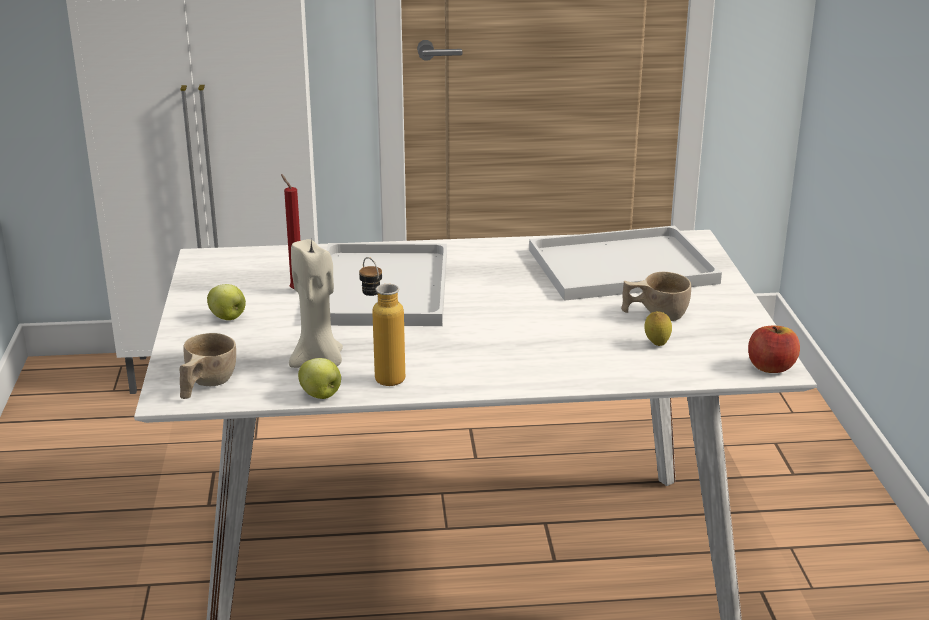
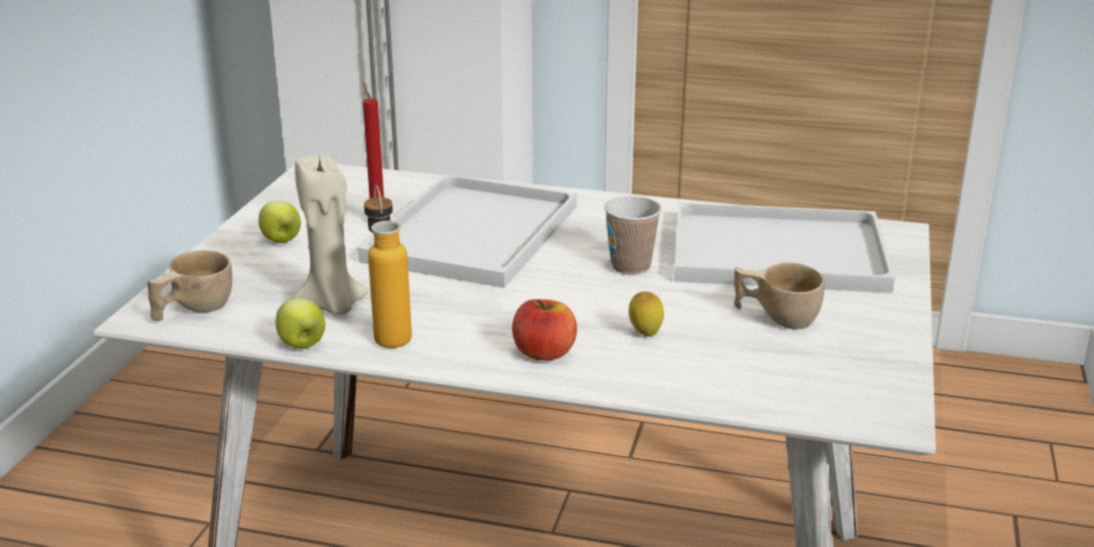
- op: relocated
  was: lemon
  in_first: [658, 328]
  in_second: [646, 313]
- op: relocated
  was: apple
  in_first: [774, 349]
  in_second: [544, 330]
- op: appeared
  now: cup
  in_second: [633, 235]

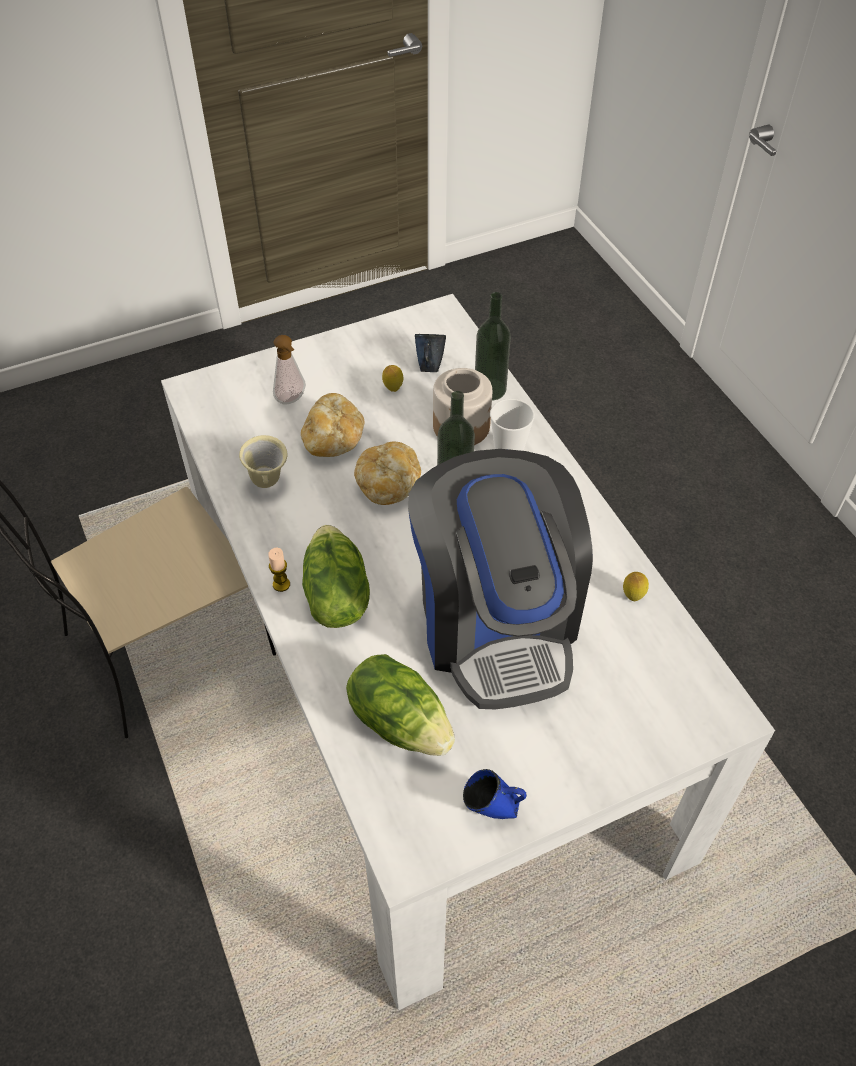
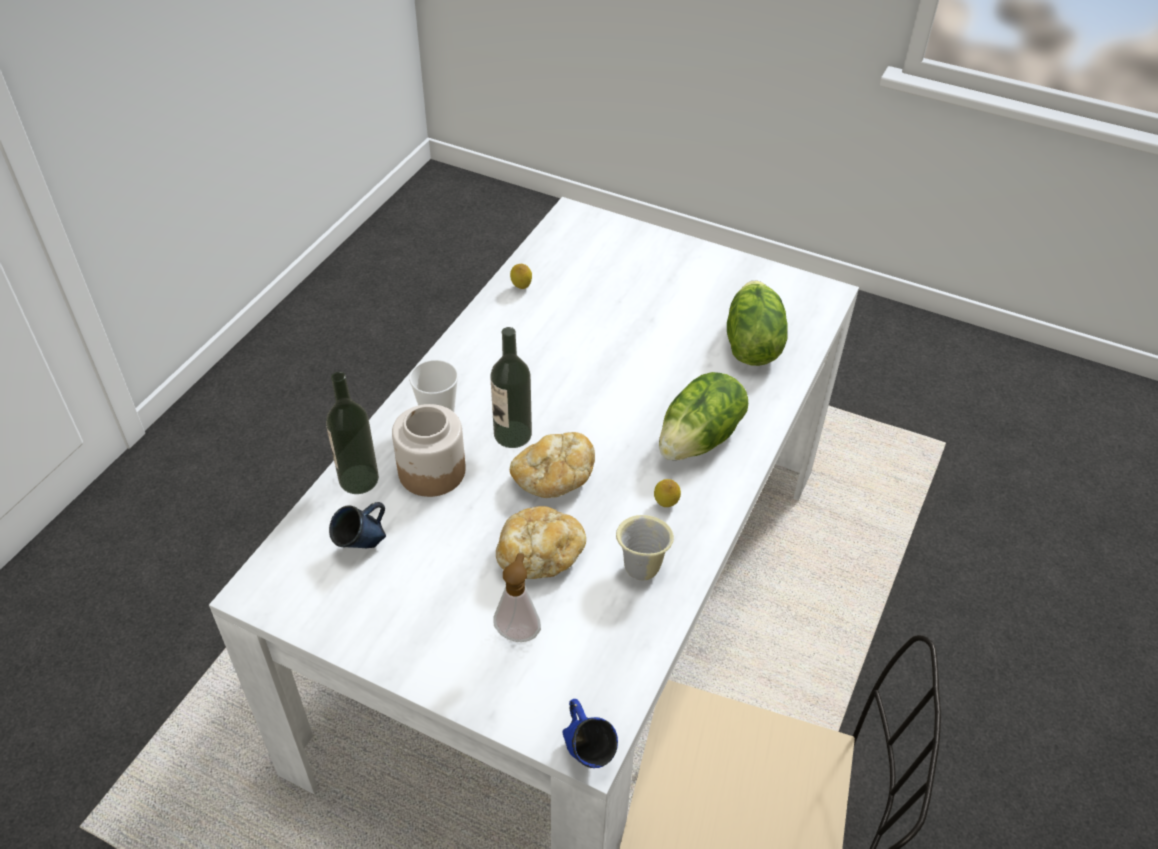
- op: relocated
  was: lemon
  in_first: [392, 378]
  in_second: [667, 493]
- op: missing
  was: coffee machine
  in_first: [500, 579]
- op: missing
  was: candle
  in_first: [279, 570]
- op: relocated
  was: blue mug
  in_first: [495, 794]
  in_second: [590, 733]

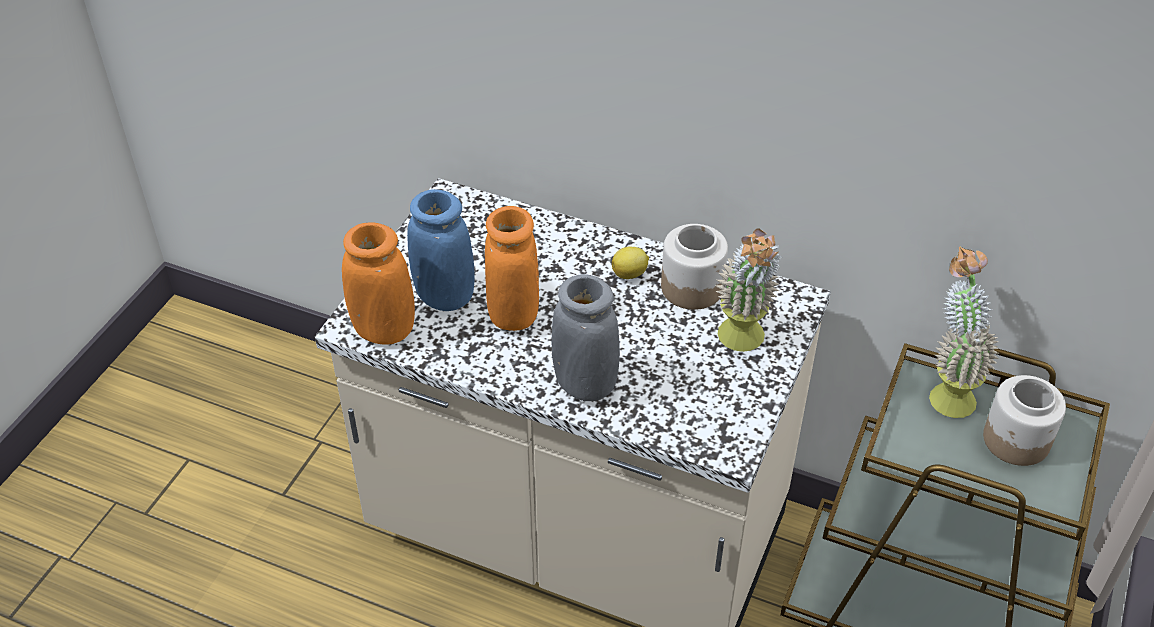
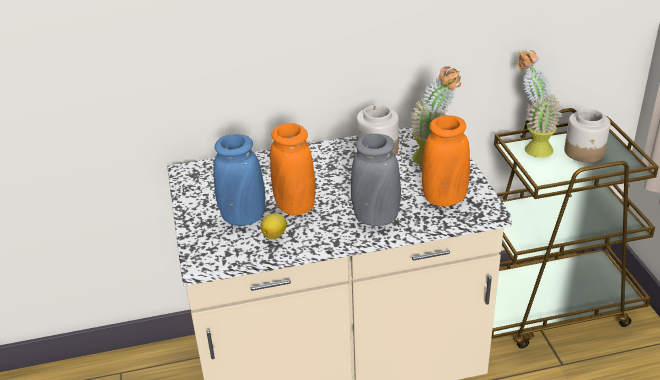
- op: relocated
  was: orange vase
  in_first: [378, 283]
  in_second: [446, 160]
- op: relocated
  was: lemon
  in_first: [630, 263]
  in_second: [274, 226]

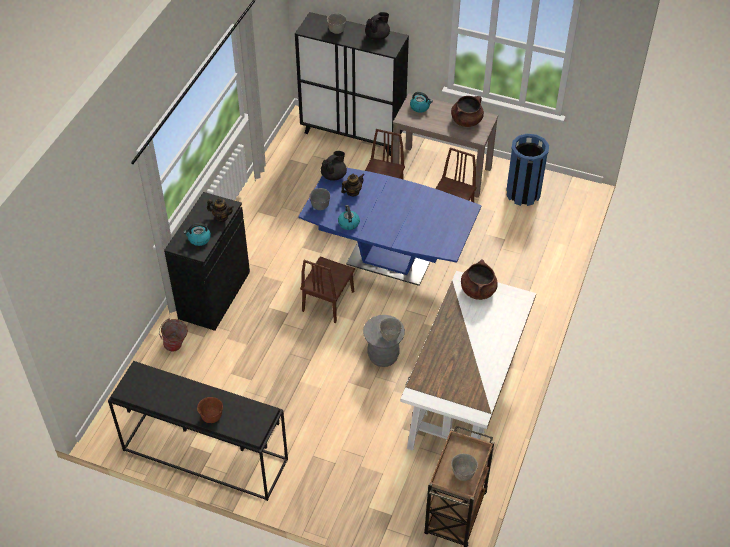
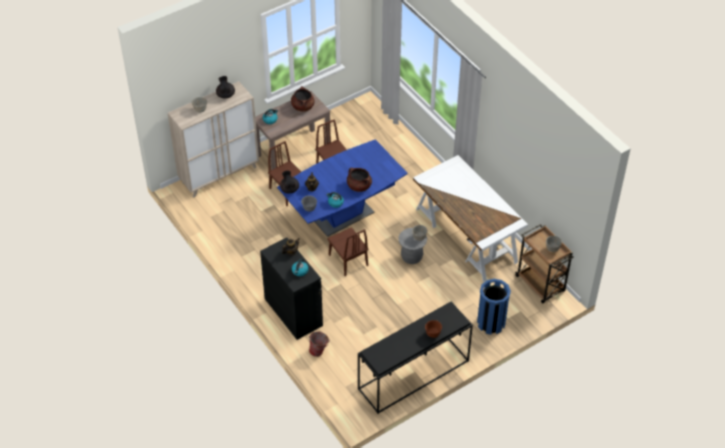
- op: colour
  was: black cabinet
  now: beige cabinet
  in_first: [352, 84]
  in_second: [213, 139]
- op: relocated
  was: blue trash can
  in_first: [527, 170]
  in_second: [494, 307]
- op: relocated
  was: brown cooking pot
  in_first: [479, 279]
  in_second: [359, 180]

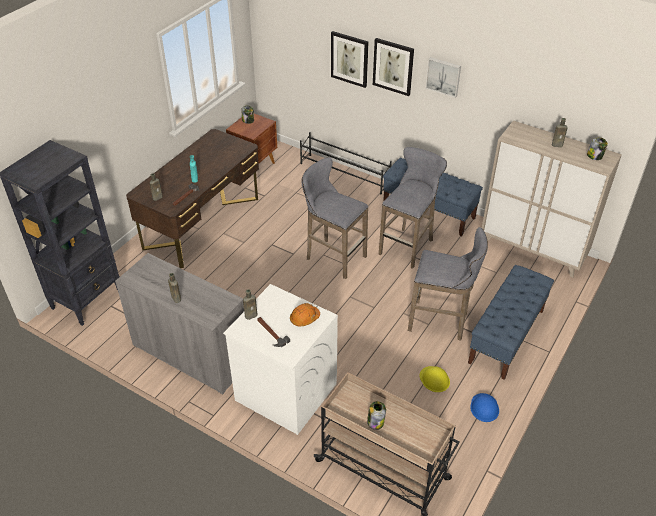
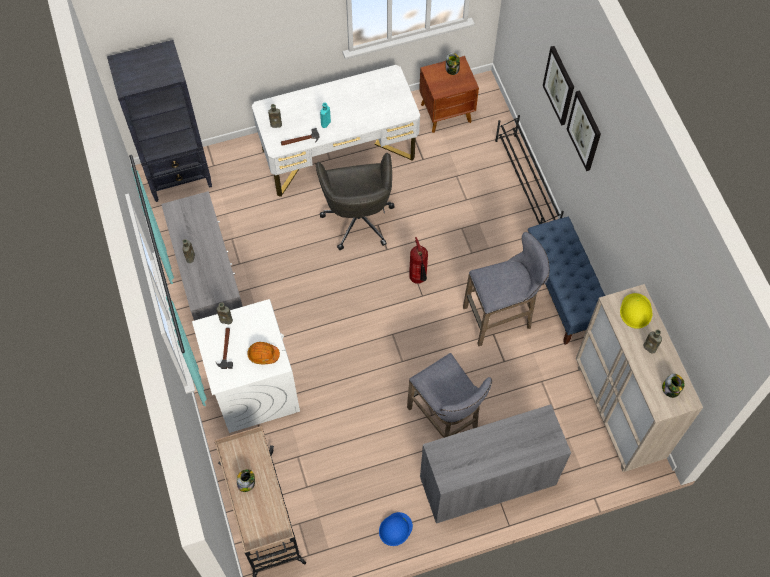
- op: missing
  was: picture
  in_first: [443, 77]
- op: colour
  was: brown desk
  now: white desk
  in_first: [192, 198]
  in_second: [336, 131]
- op: exchanged
  was: grey stool
  now: fire extinguisher
  in_first: [335, 218]
  in_second: [418, 260]
- op: exchanged
  was: blue bench
  now: grey cabinet
  in_first: [511, 322]
  in_second: [495, 464]
- op: relocated
  was: yellow hard hat
  in_first: [435, 379]
  in_second: [636, 311]
- op: appeared
  now: grey office chair
  in_second: [355, 201]

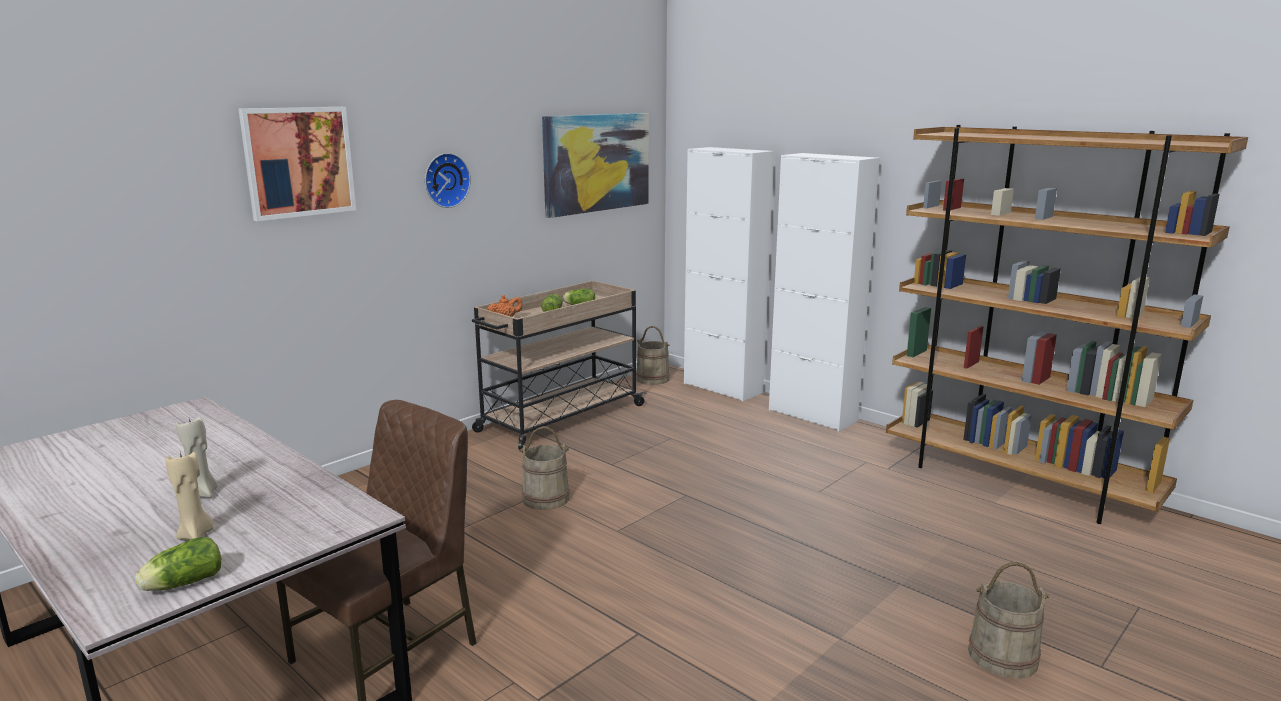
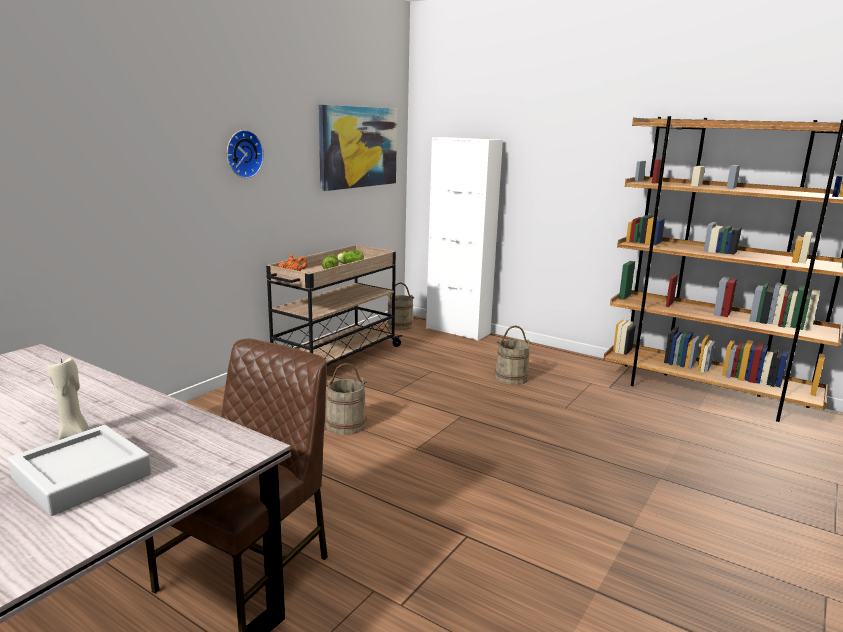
- op: missing
  was: picture
  in_first: [297, 164]
- op: missing
  was: white cabinet
  in_first: [824, 292]
- op: exchanged
  was: beige candle
  now: grey tray
  in_first: [190, 496]
  in_second: [80, 470]
- op: missing
  was: lettuce
  in_first: [178, 564]
- op: relocated
  was: beige bucket
  in_first: [1009, 620]
  in_second: [513, 355]

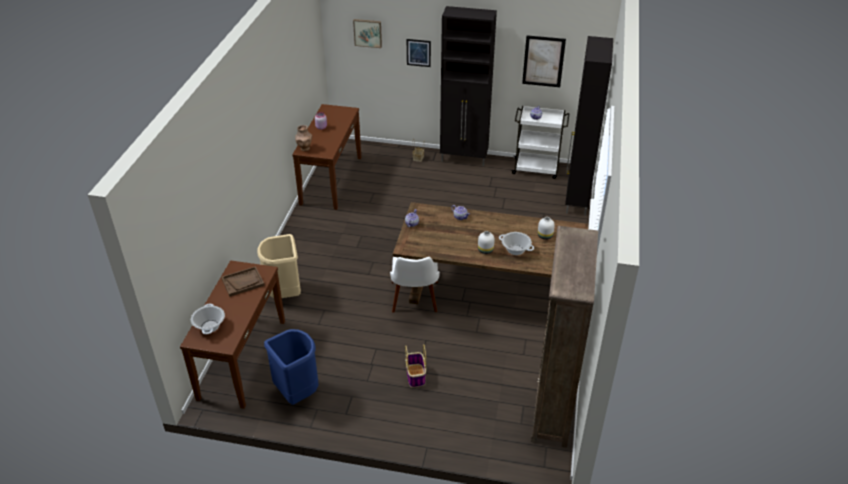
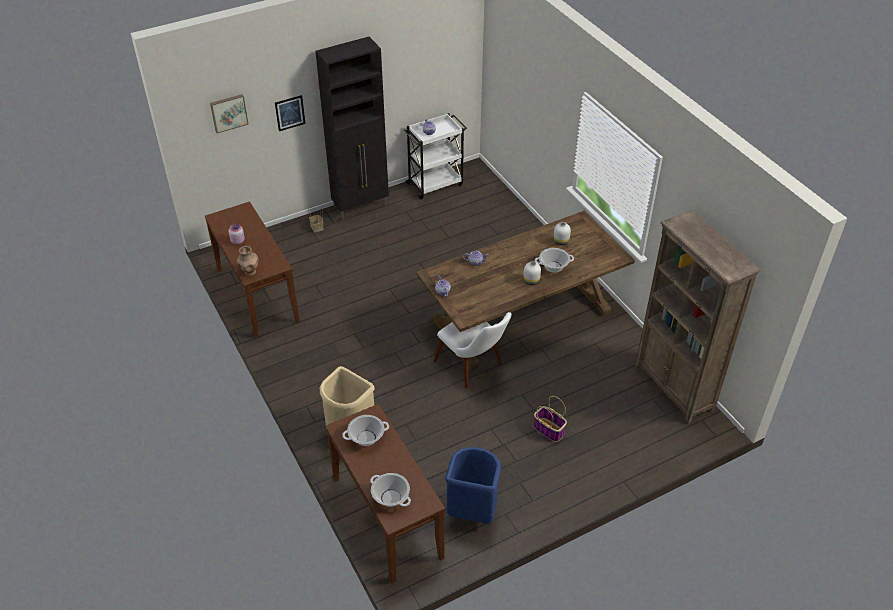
- op: missing
  was: picture
  in_first: [544, 61]
- op: missing
  was: black cabinet
  in_first: [589, 126]
- op: exchanged
  was: brown tray
  now: cooking pot
  in_first: [243, 281]
  in_second: [365, 430]

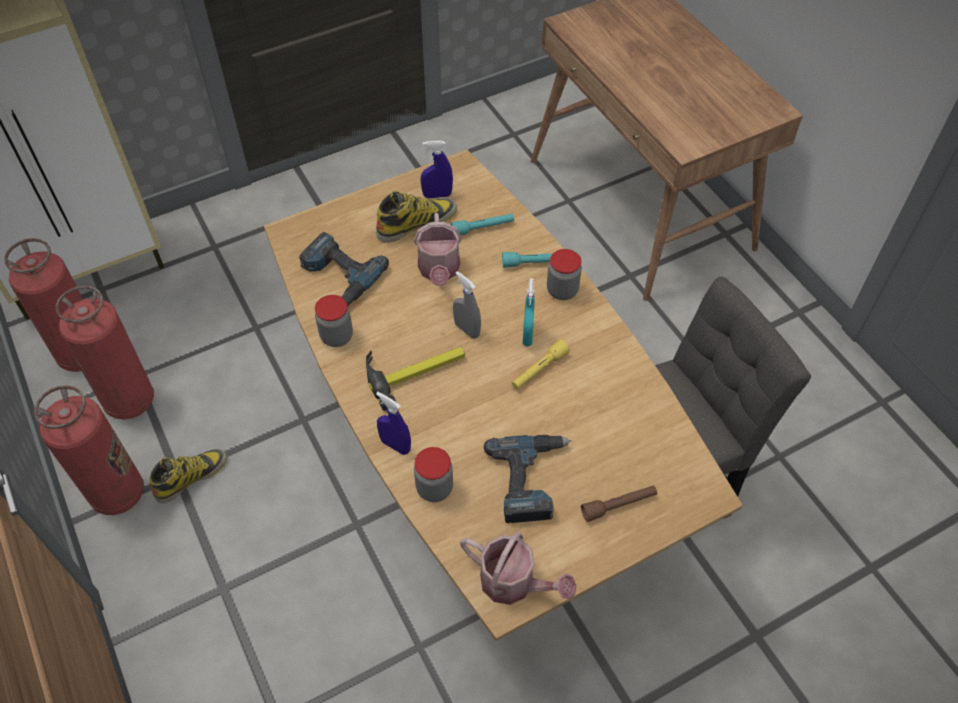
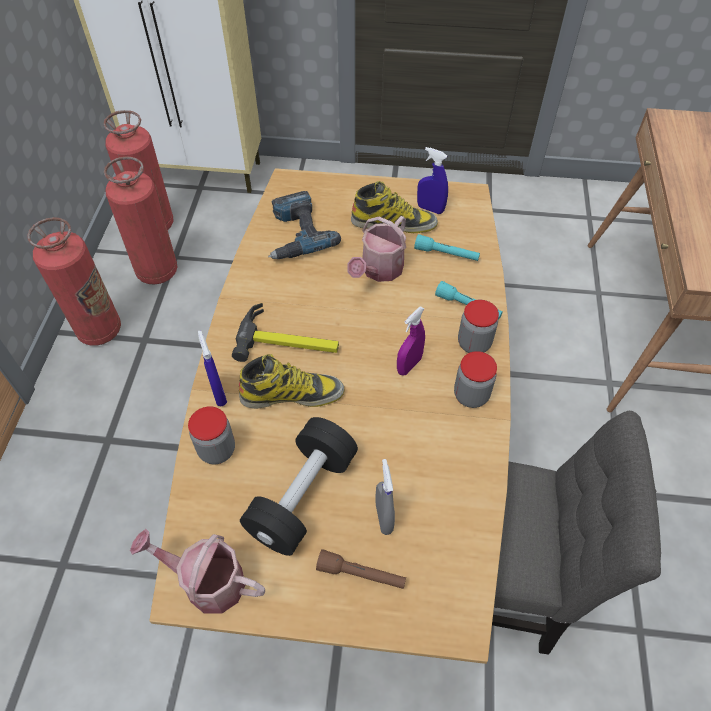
- op: relocated
  was: grey spray bottle
  in_first: [467, 304]
  in_second: [385, 497]
- op: colour
  was: turquoise spray bottle
  now: purple spray bottle
  in_first: [528, 312]
  in_second: [411, 341]
- op: relocated
  was: jar
  in_first: [334, 321]
  in_second: [475, 379]
- op: missing
  was: yellow flashlight
  in_first: [541, 364]
- op: exchanged
  was: power drill
  now: black dumbbell
  in_first: [527, 479]
  in_second: [299, 486]
- op: relocated
  was: boot
  in_first: [188, 476]
  in_second: [291, 381]
- op: spun
  was: watering can
  in_first: [518, 568]
  in_second: [197, 571]
  clockwise: 135

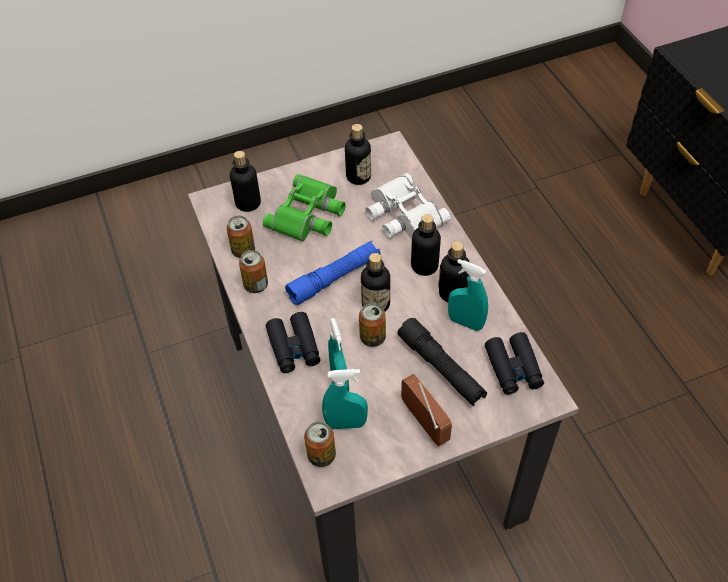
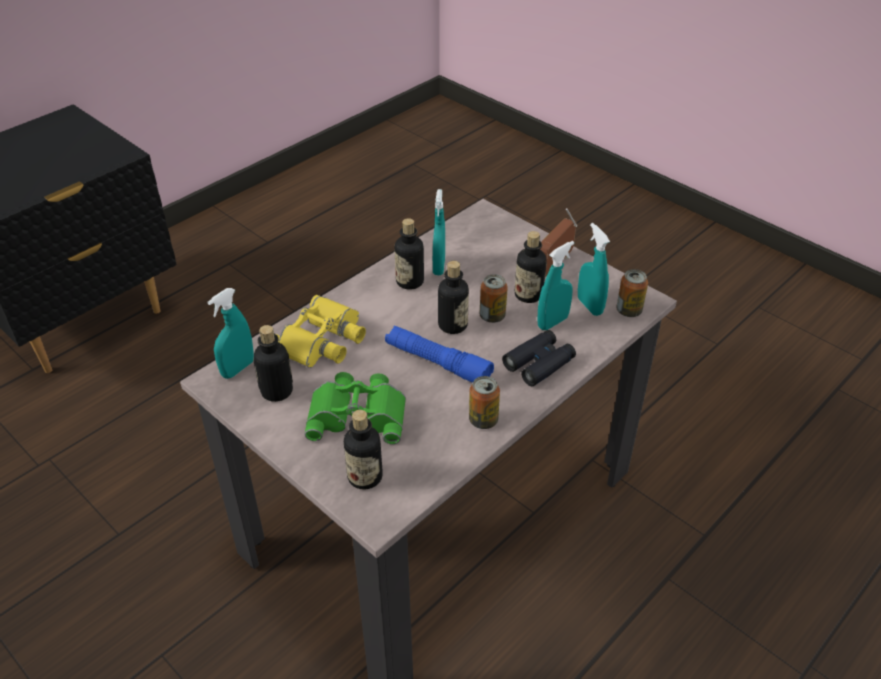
- op: colour
  was: white binoculars
  now: yellow binoculars
  in_first: [408, 206]
  in_second: [321, 331]
- op: relocated
  was: bottle
  in_first: [426, 245]
  in_second: [531, 267]
- op: missing
  was: can
  in_first: [240, 237]
- op: missing
  was: black flashlight
  in_first: [442, 362]
- op: missing
  was: black binoculars
  in_first: [514, 363]
- op: appeared
  now: turquoise spray bottle
  in_second: [230, 333]

